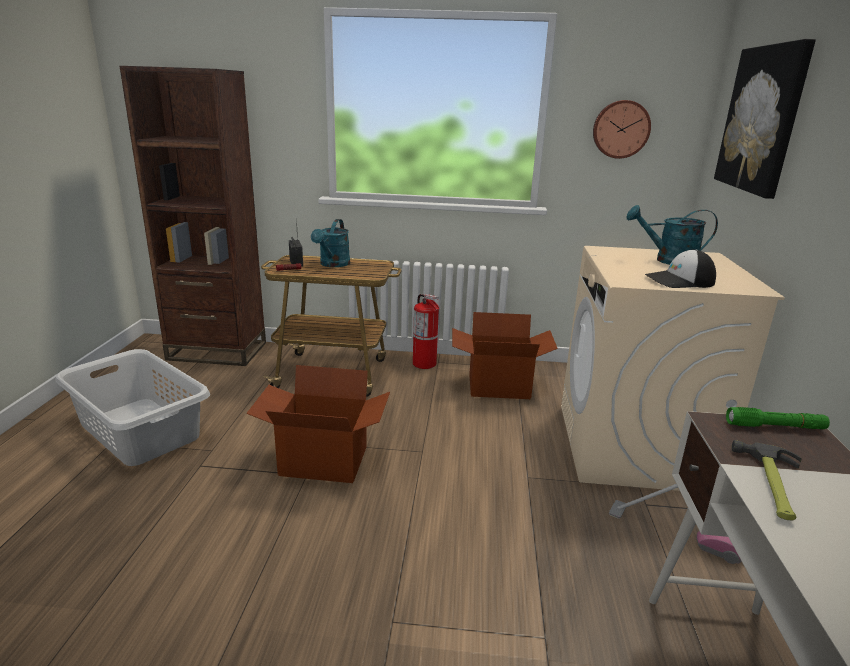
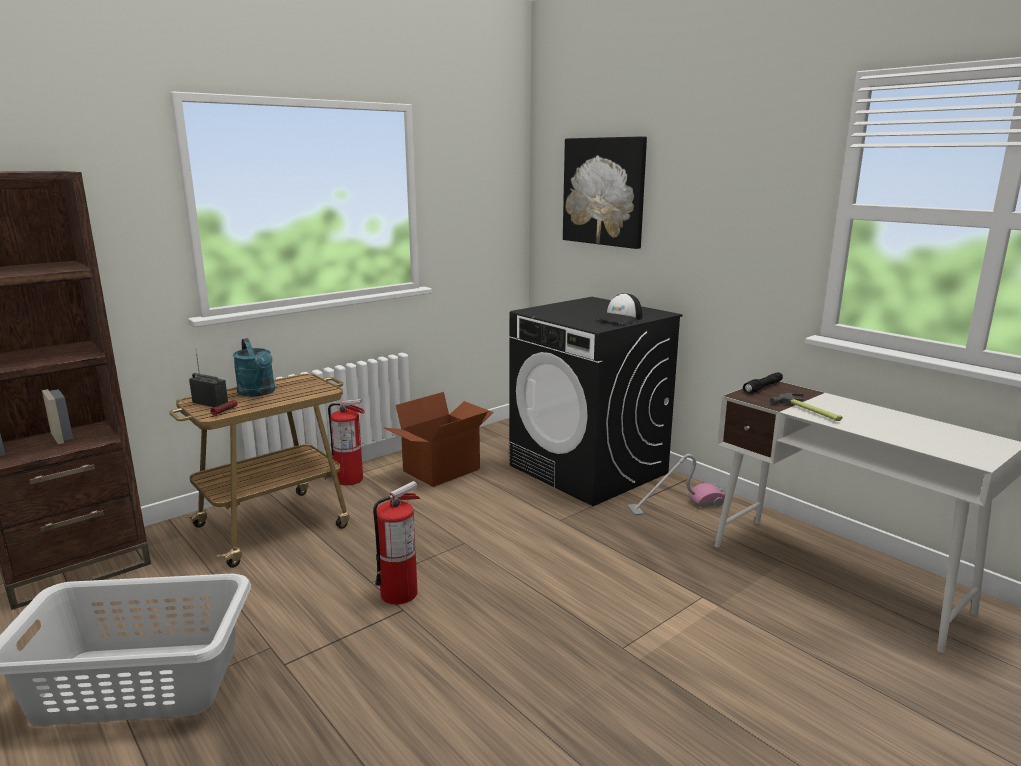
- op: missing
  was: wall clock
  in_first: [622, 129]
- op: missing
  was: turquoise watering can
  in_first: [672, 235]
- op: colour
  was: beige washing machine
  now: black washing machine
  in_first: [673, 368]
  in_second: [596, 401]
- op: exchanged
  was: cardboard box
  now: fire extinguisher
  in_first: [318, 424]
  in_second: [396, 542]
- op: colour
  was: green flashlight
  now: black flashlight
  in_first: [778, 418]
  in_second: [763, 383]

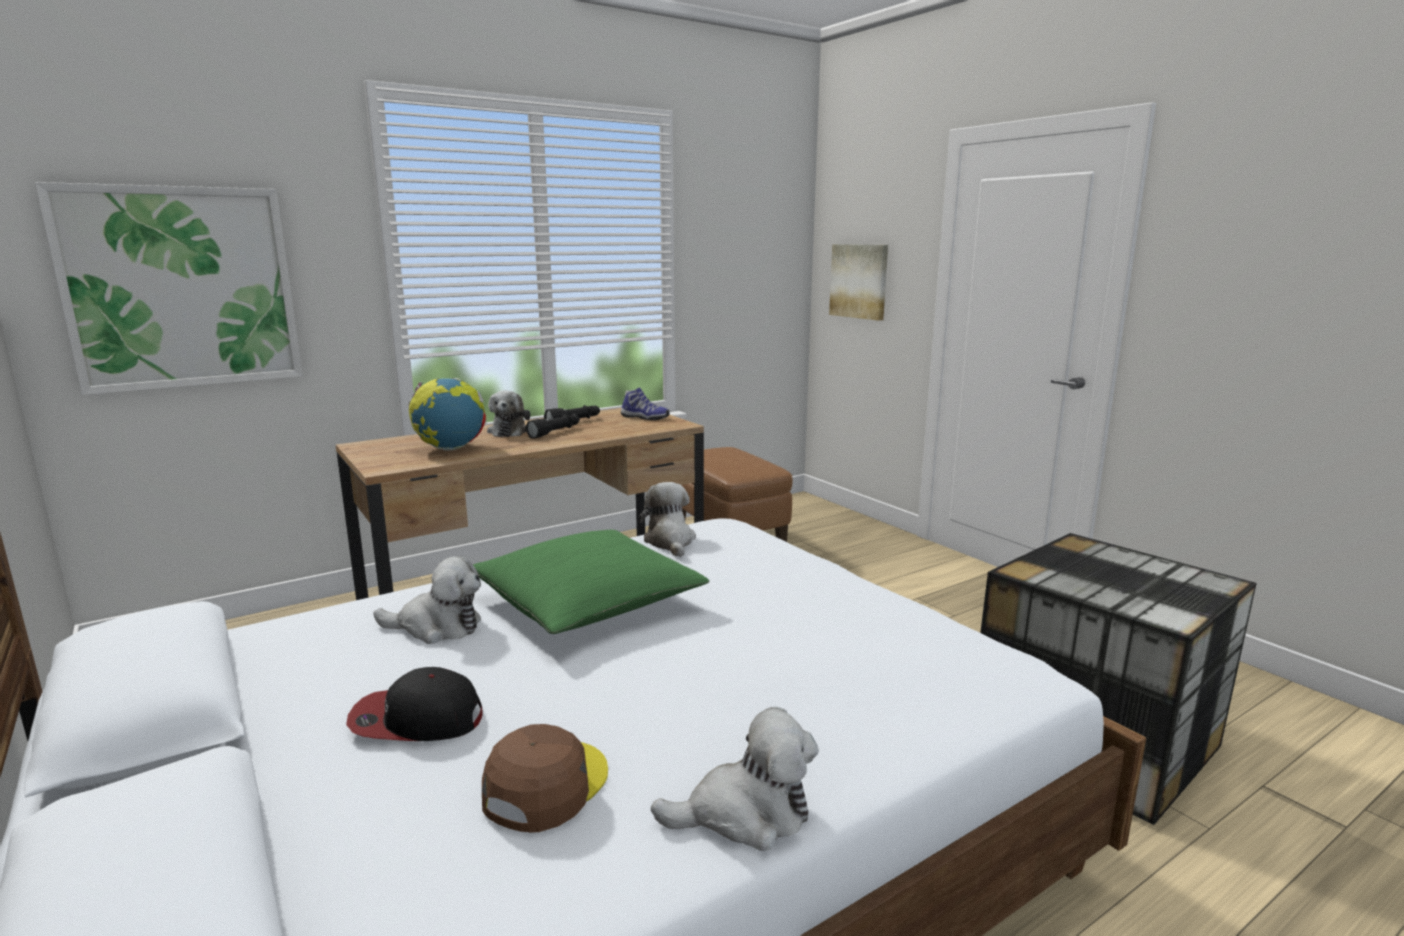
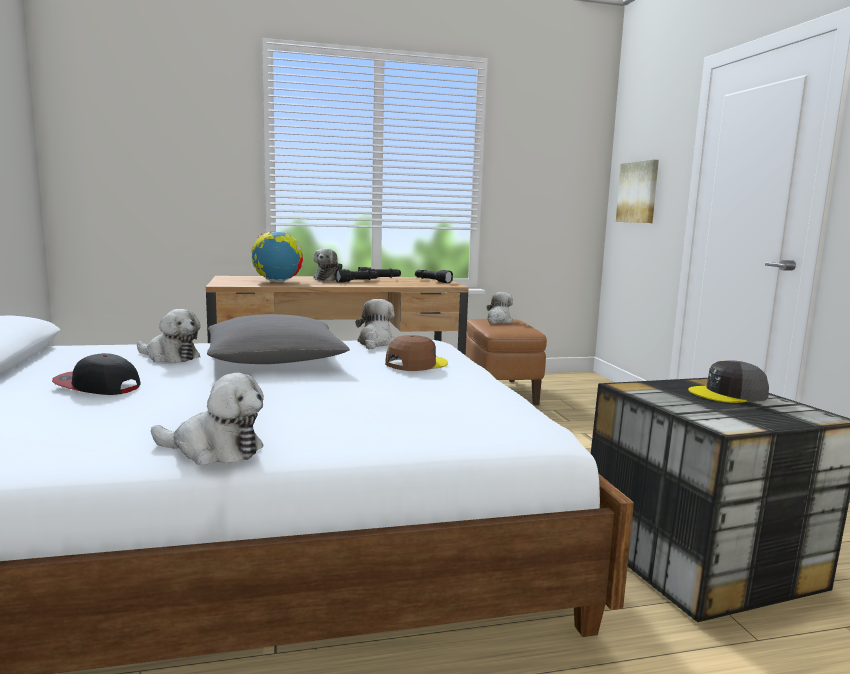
- op: missing
  was: picture
  in_first: [169, 288]
- op: exchanged
  was: shoe
  now: black flashlight
  in_first: [645, 404]
  in_second: [434, 276]
- op: colour
  was: green pillow
  now: grey pillow
  in_first: [591, 582]
  in_second: [278, 339]
- op: relocated
  was: brown cap
  in_first: [545, 778]
  in_second: [416, 353]
- op: appeared
  now: plush toy
  in_second: [500, 308]
- op: appeared
  now: grey cap
  in_second: [728, 381]

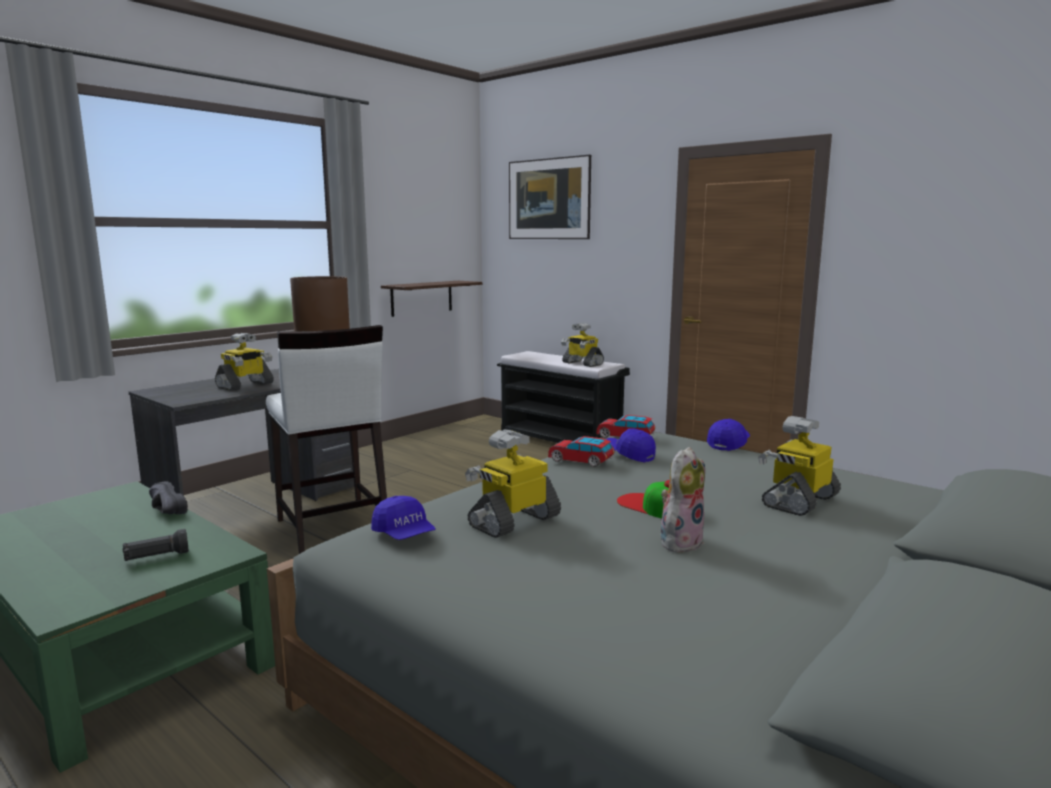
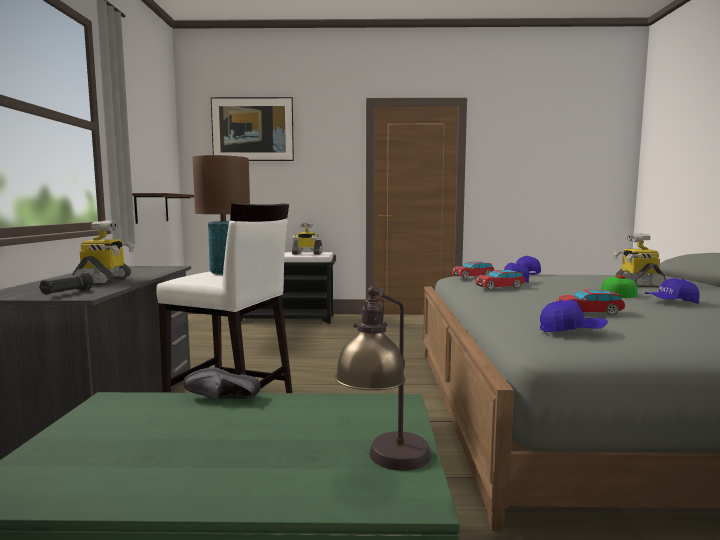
- op: exchanged
  was: toy robot
  now: toy car
  in_first: [513, 483]
  in_second: [590, 302]
- op: exchanged
  was: plush toy
  now: blue cap
  in_first: [683, 499]
  in_second: [672, 291]
- op: relocated
  was: black flashlight
  in_first: [156, 545]
  in_second: [66, 283]
- op: appeared
  now: table lamp
  in_second: [383, 378]

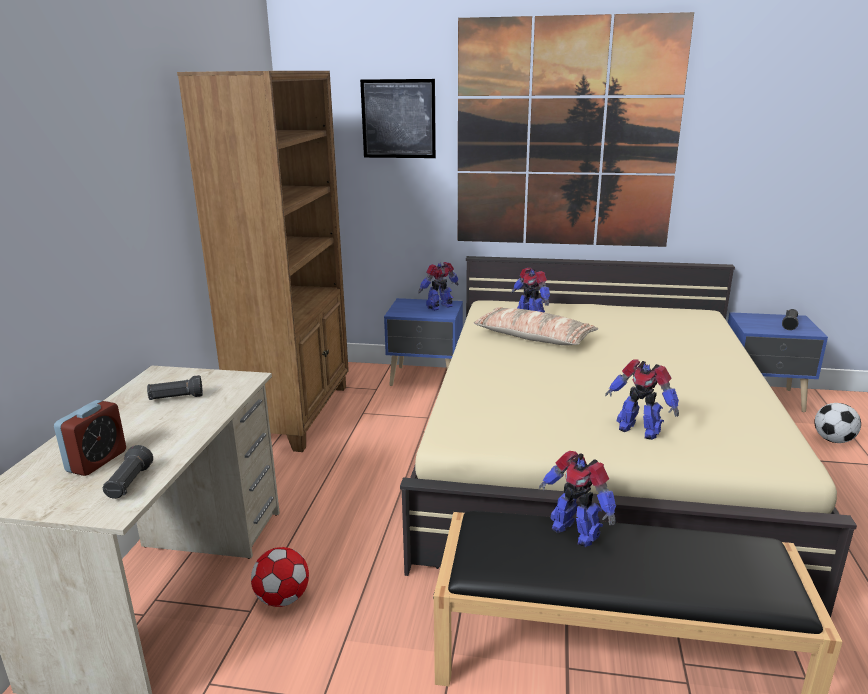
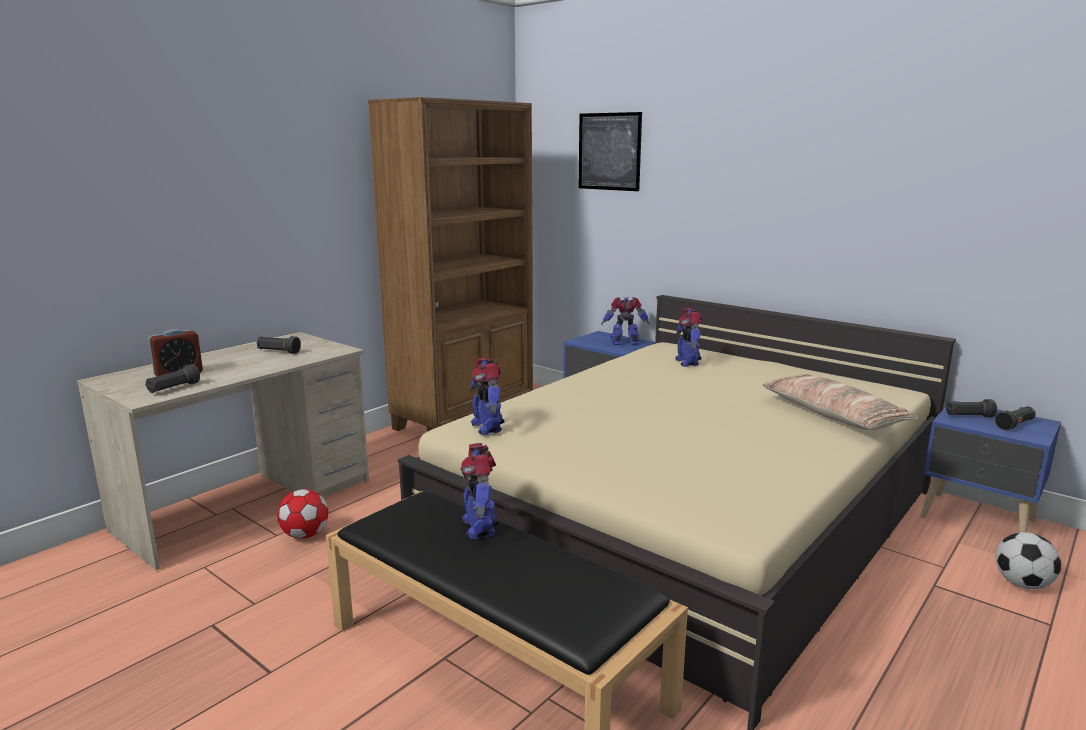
- op: missing
  was: picture
  in_first: [576, 129]
- op: relocated
  was: pillow
  in_first: [536, 326]
  in_second: [840, 402]
- op: relocated
  was: toy robot
  in_first: [642, 399]
  in_second: [487, 396]
- op: appeared
  now: black flashlight
  in_second: [971, 408]

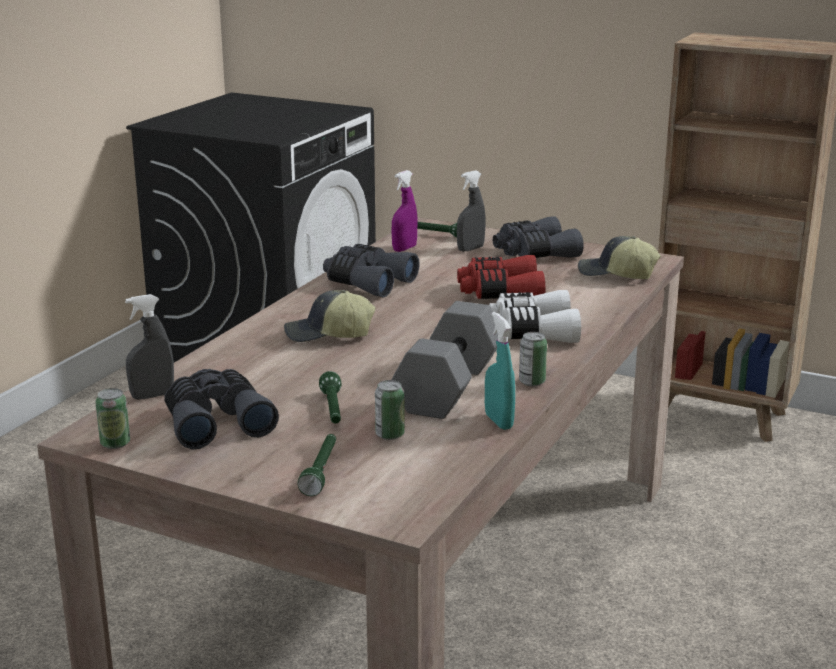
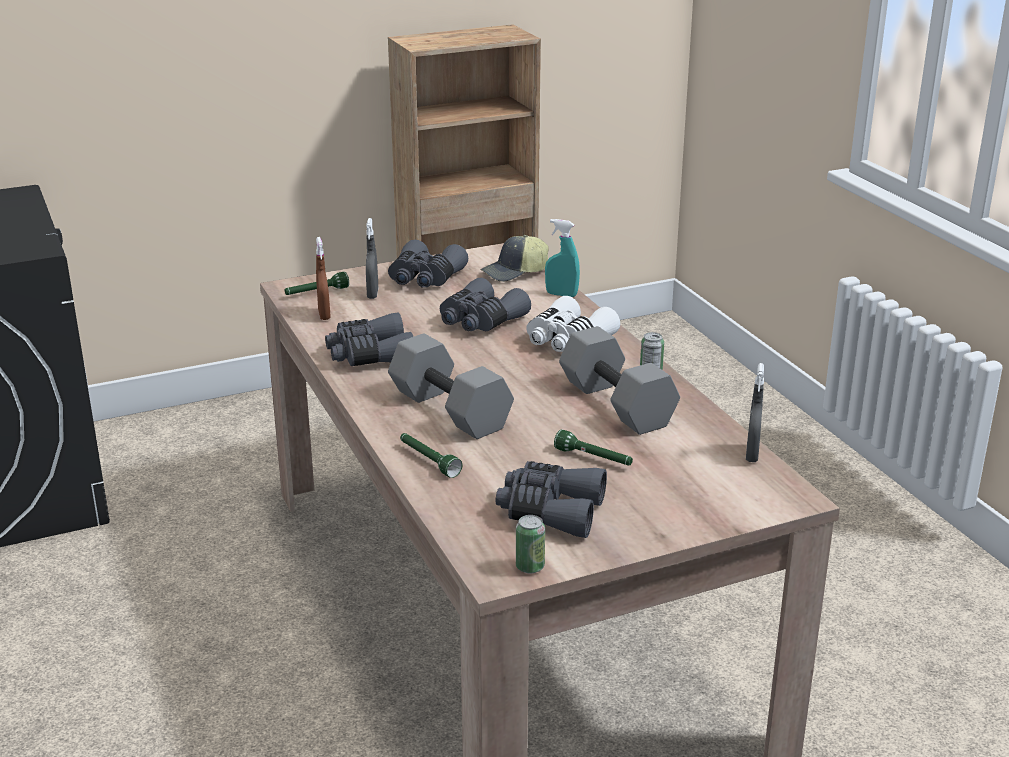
- op: colour
  was: purple spray bottle
  now: brown spray bottle
  in_first: [404, 211]
  in_second: [323, 278]
- op: colour
  was: red binoculars
  now: grey binoculars
  in_first: [501, 277]
  in_second: [485, 304]
- op: exchanged
  was: cap
  now: grey dumbbell
  in_first: [330, 316]
  in_second: [451, 386]
- op: relocated
  was: grey spray bottle
  in_first: [149, 347]
  in_second: [755, 412]
- op: relocated
  was: turquoise spray bottle
  in_first: [500, 371]
  in_second: [562, 258]
- op: missing
  was: can
  in_first: [390, 410]
- op: relocated
  was: green flashlight
  in_first: [316, 465]
  in_second: [431, 455]

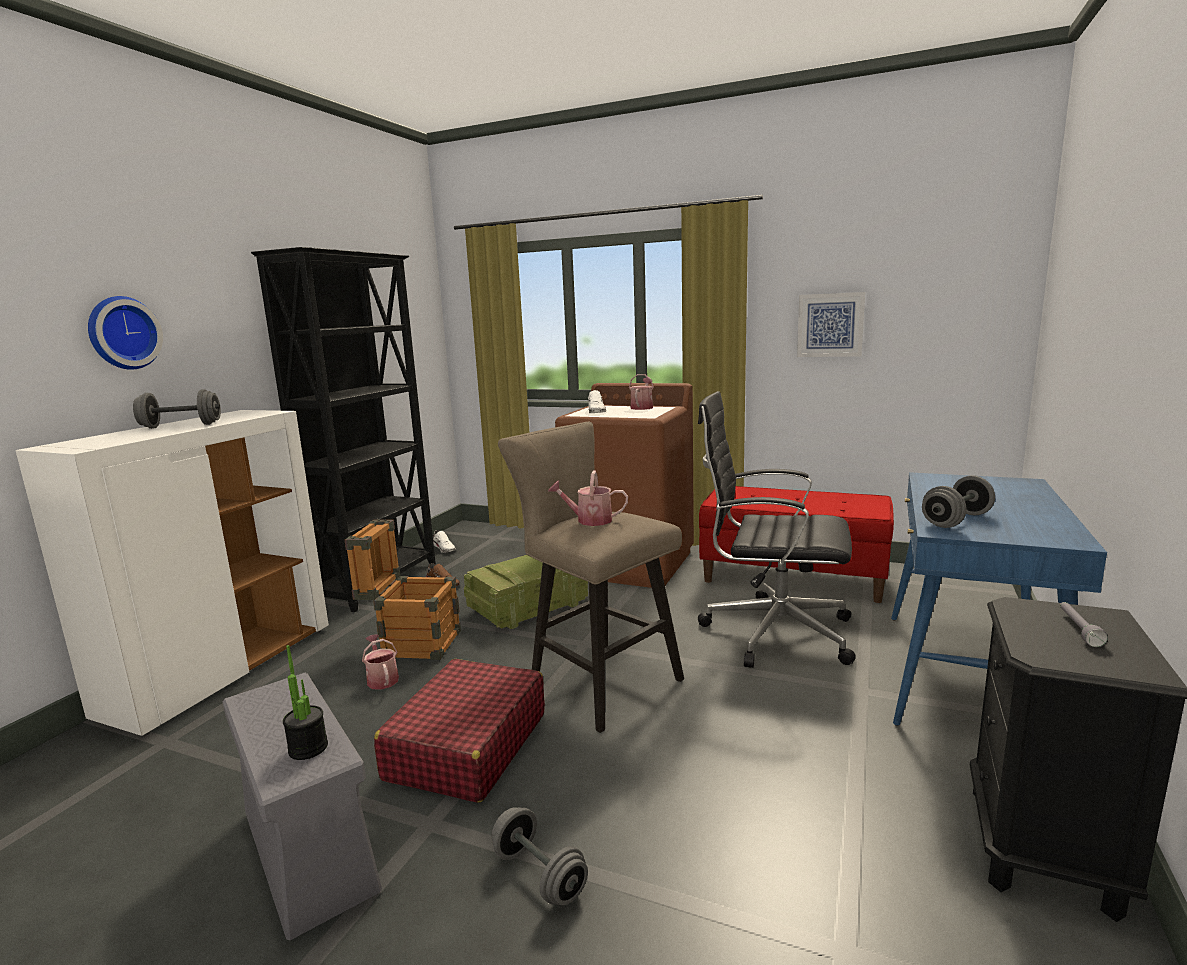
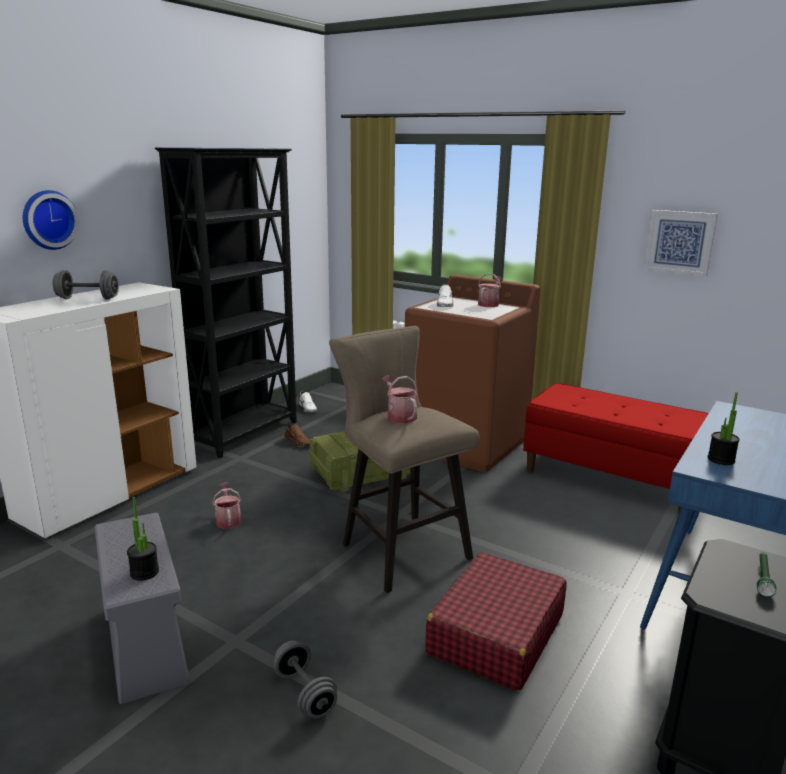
- op: missing
  was: black office chair
  in_first: [777, 529]
- op: spun
  was: watering can
  in_first: [588, 498]
  in_second: [399, 399]
  clockwise: 45
- op: exchanged
  was: grey dumbbell
  now: potted plant
  in_first: [958, 501]
  in_second: [724, 428]
- op: missing
  was: crate
  in_first: [403, 589]
- op: colour
  was: grey flashlight
  now: green flashlight
  in_first: [1084, 624]
  in_second: [766, 575]
- op: relocated
  was: red suitcase
  in_first: [459, 731]
  in_second: [496, 621]

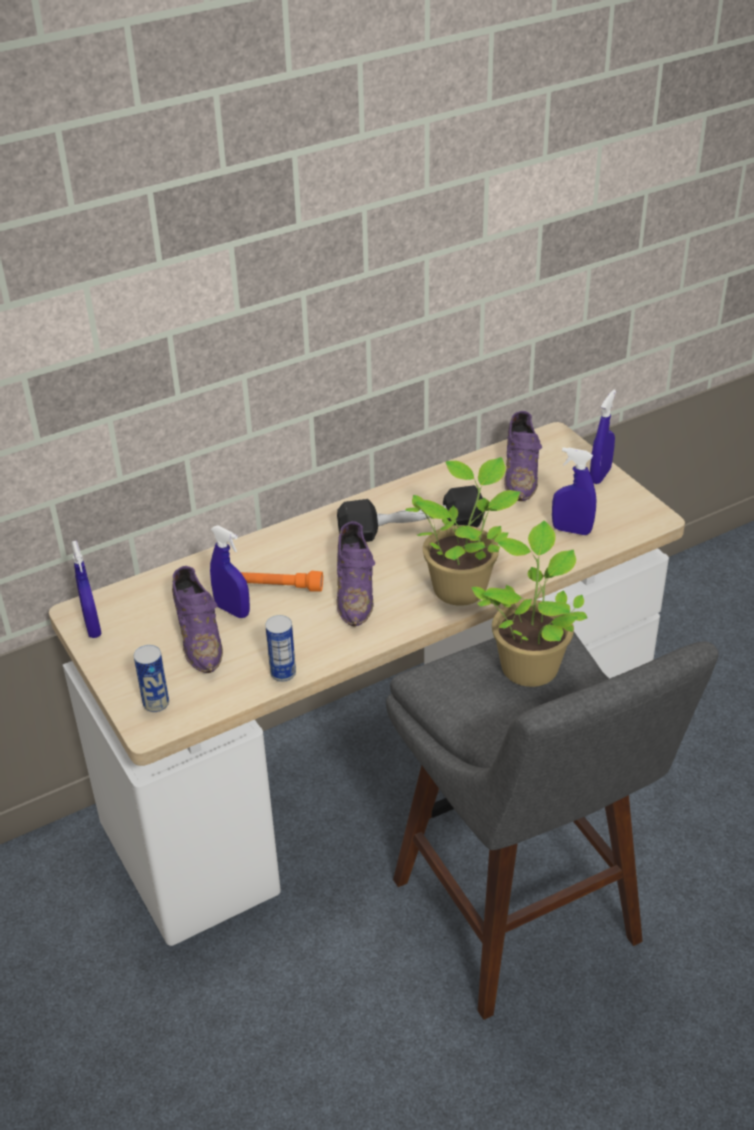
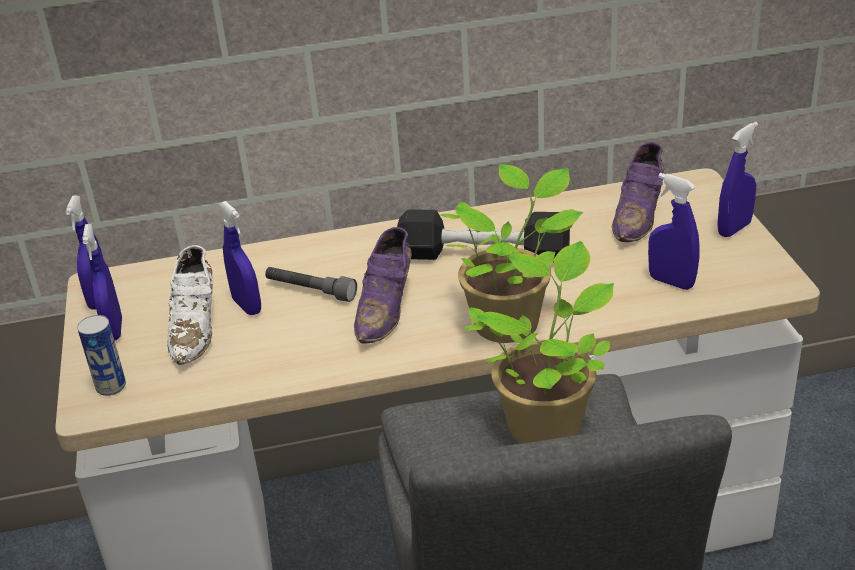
- op: colour
  was: purple shoe
  now: white shoe
  in_first: [197, 619]
  in_second: [190, 305]
- op: colour
  was: orange flashlight
  now: grey flashlight
  in_first: [282, 581]
  in_second: [311, 284]
- op: missing
  was: can
  in_first: [280, 648]
- op: appeared
  now: blue spray bottle
  in_second: [102, 282]

